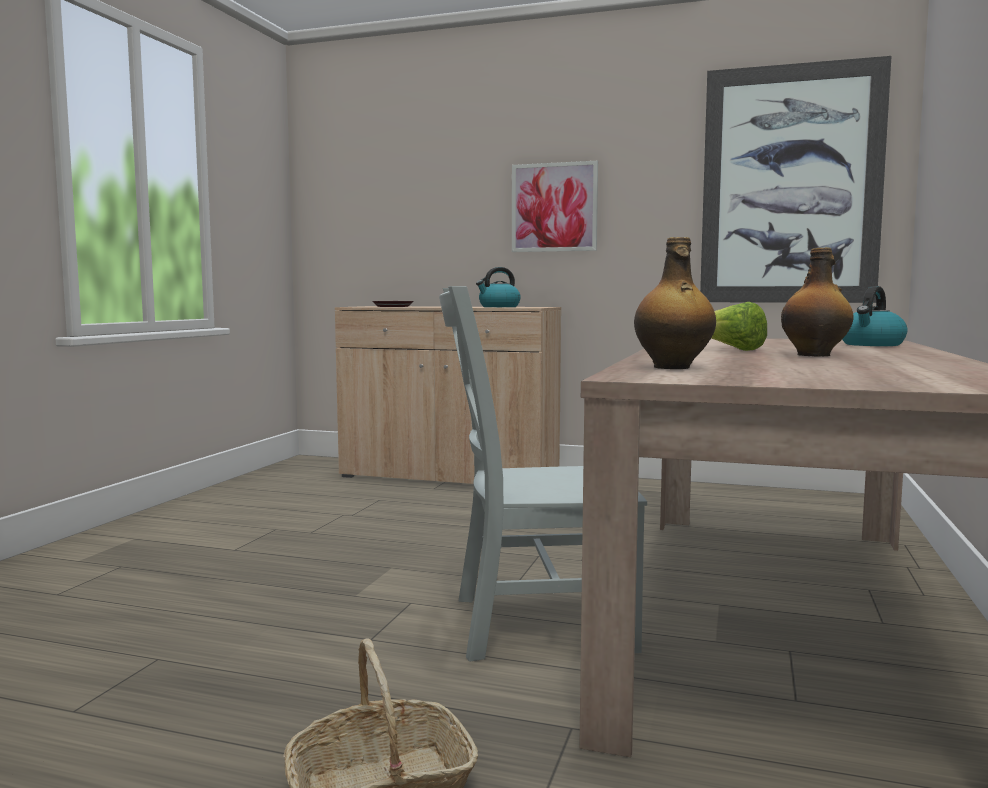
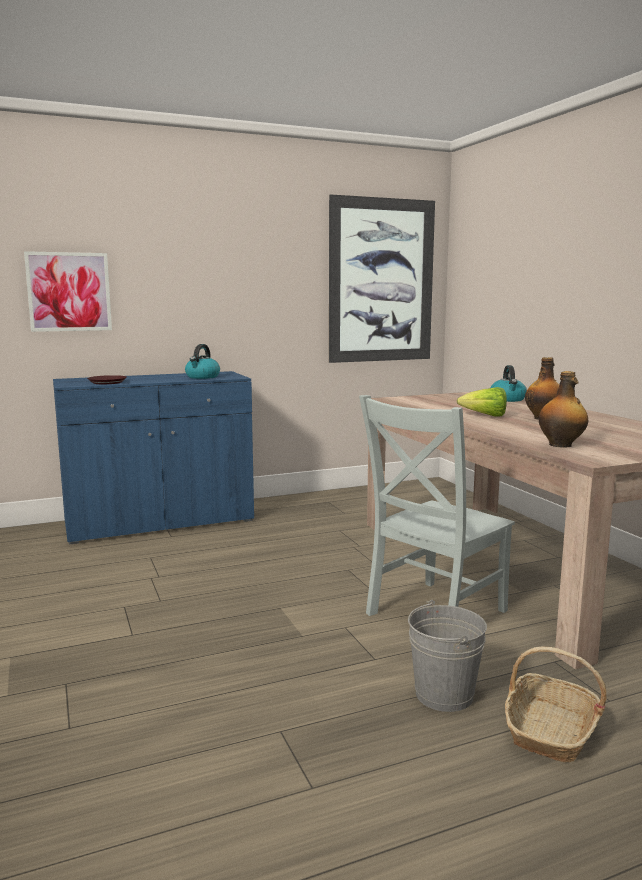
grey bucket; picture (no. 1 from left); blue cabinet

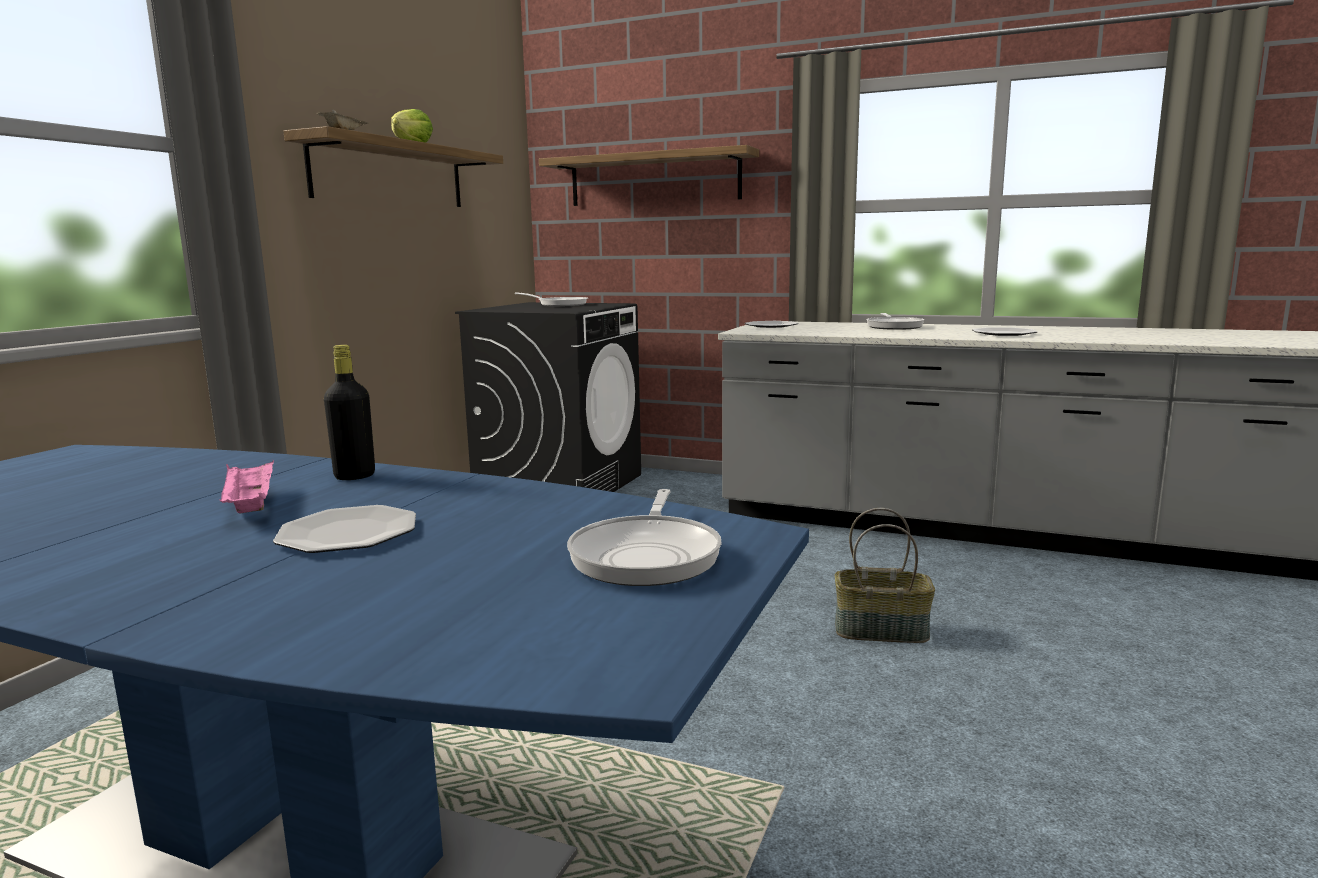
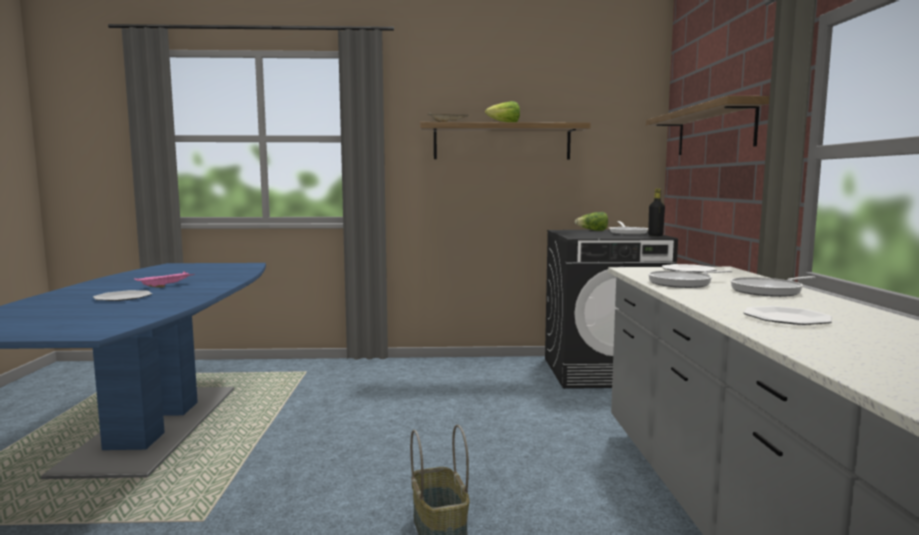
lettuce (no. 2 from left); black bottle; frying pan (no. 2 from left)

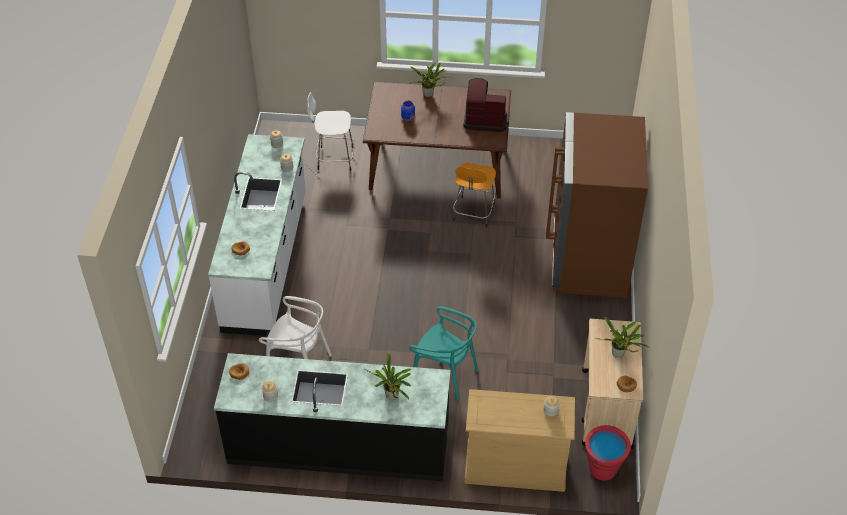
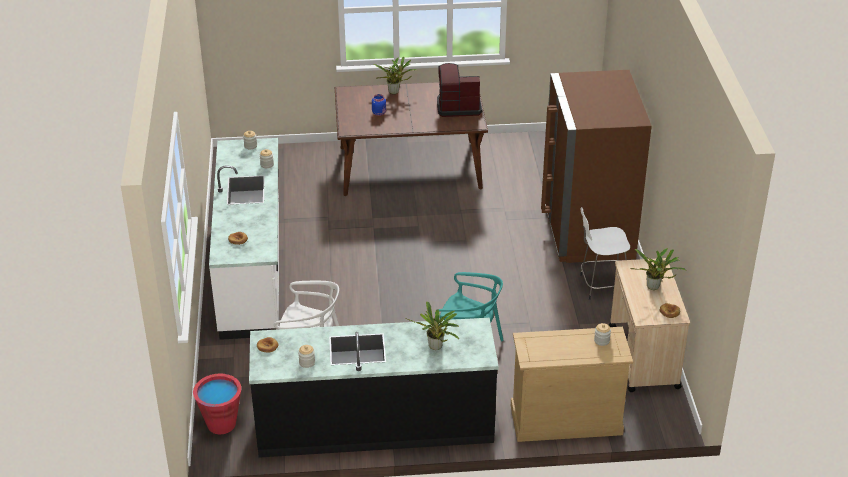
orange stool; white stool; red bucket

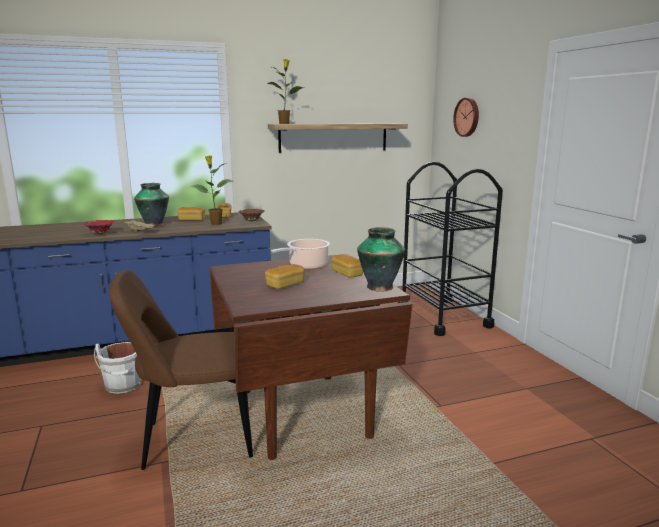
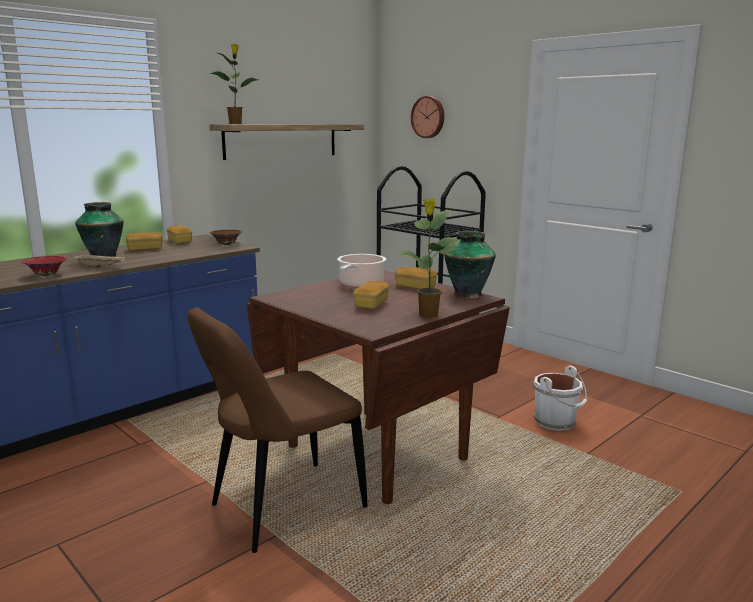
white bucket; potted plant (no. 2 from left)

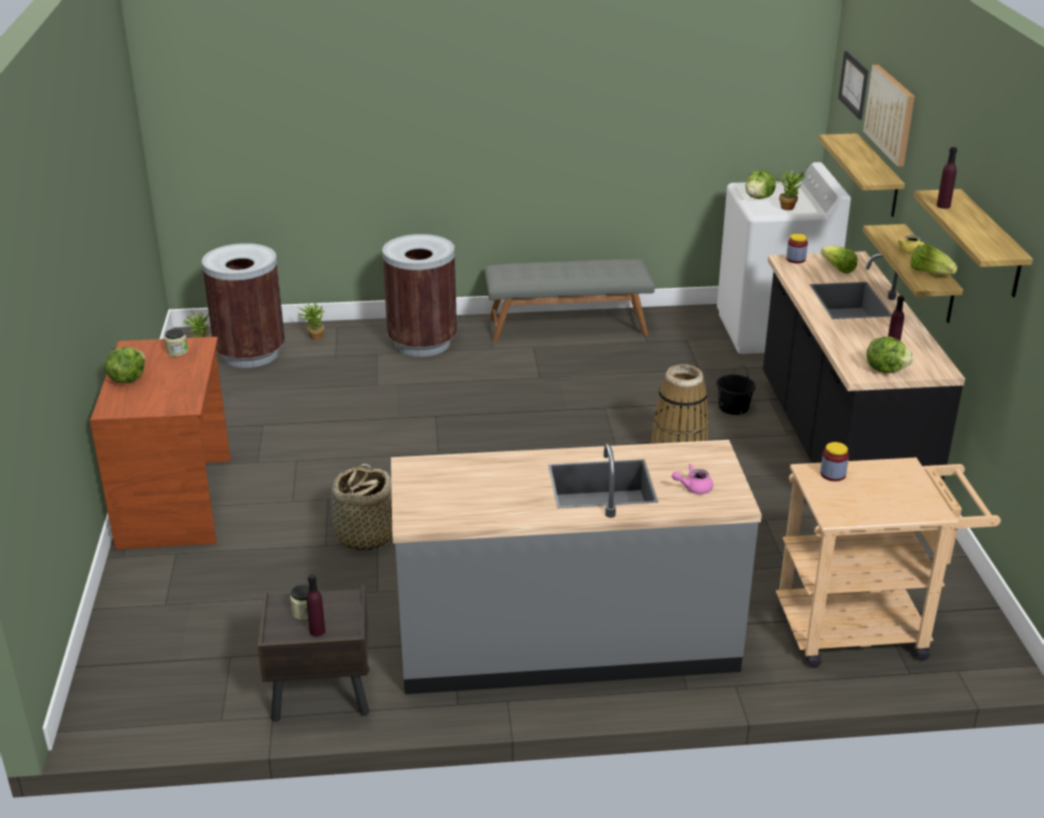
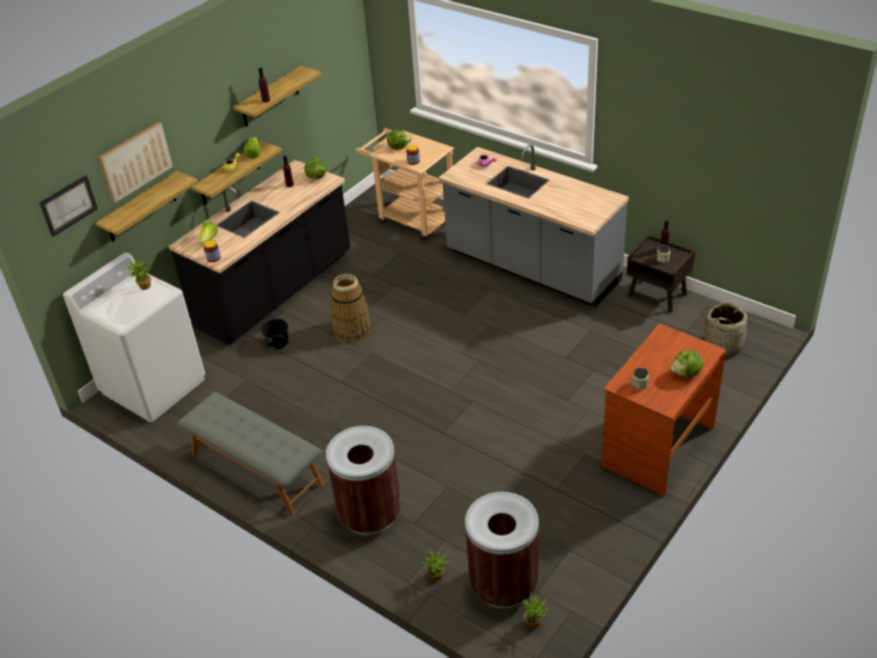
basket (no. 2 from left); lettuce (no. 4 from left)

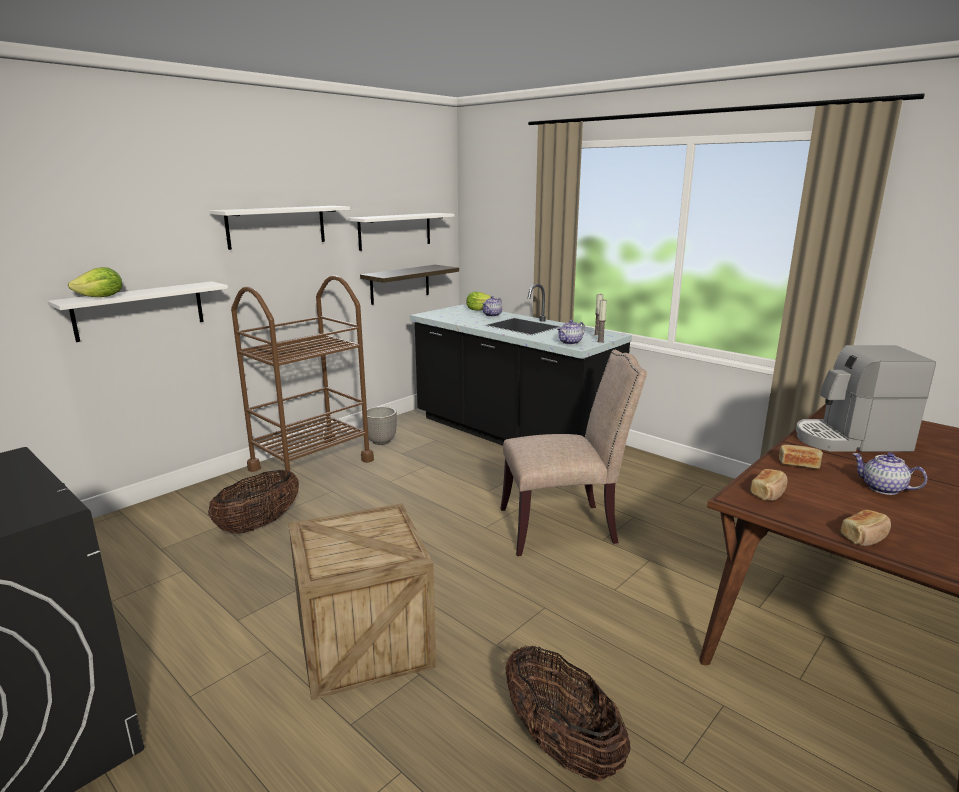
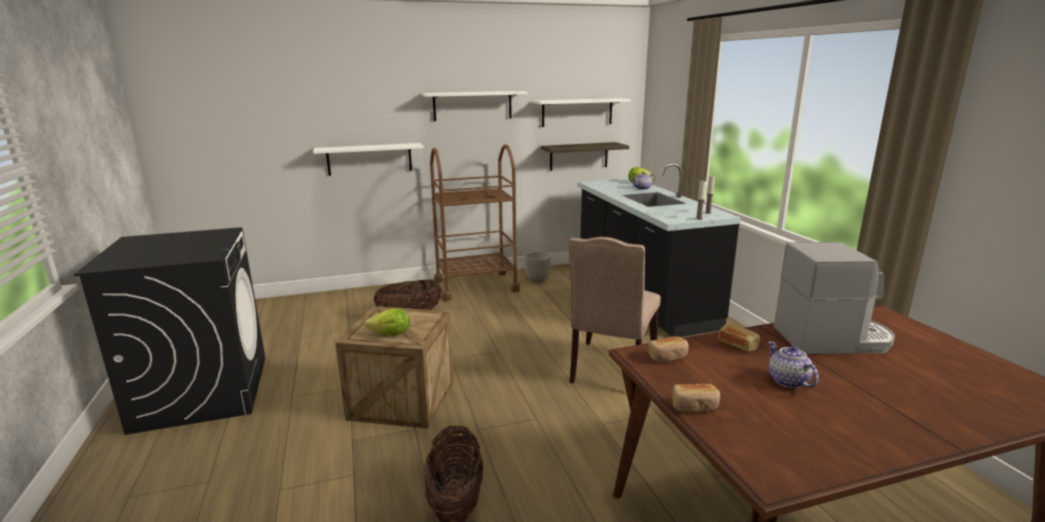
teapot (no. 2 from left in the first image); lettuce (no. 1 from left); beige chair; coffee machine

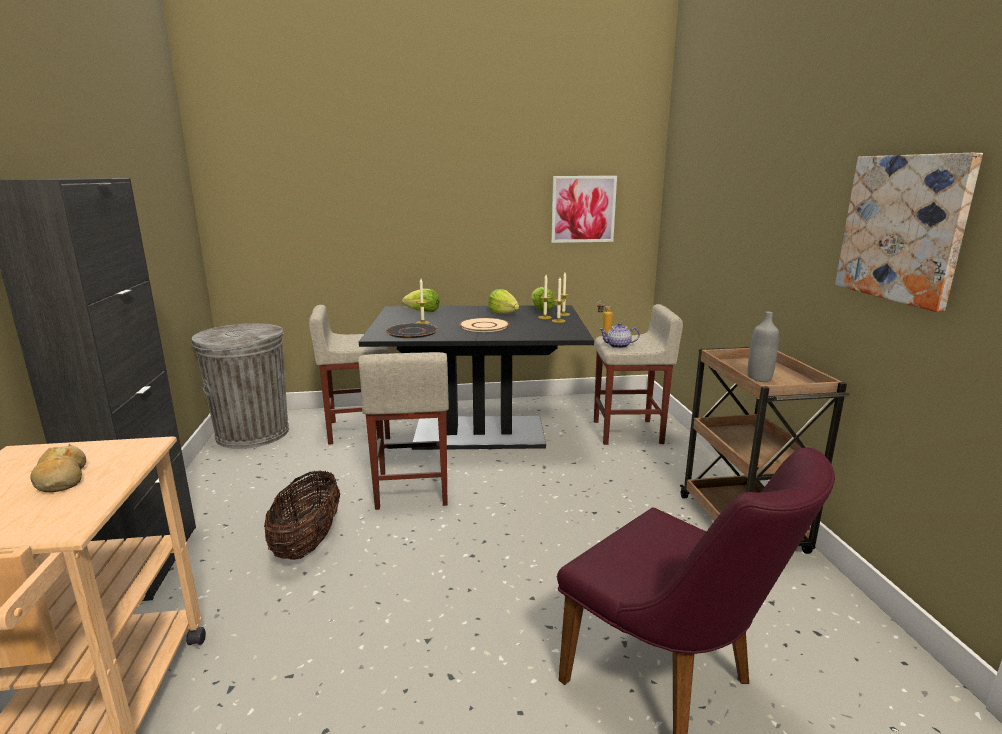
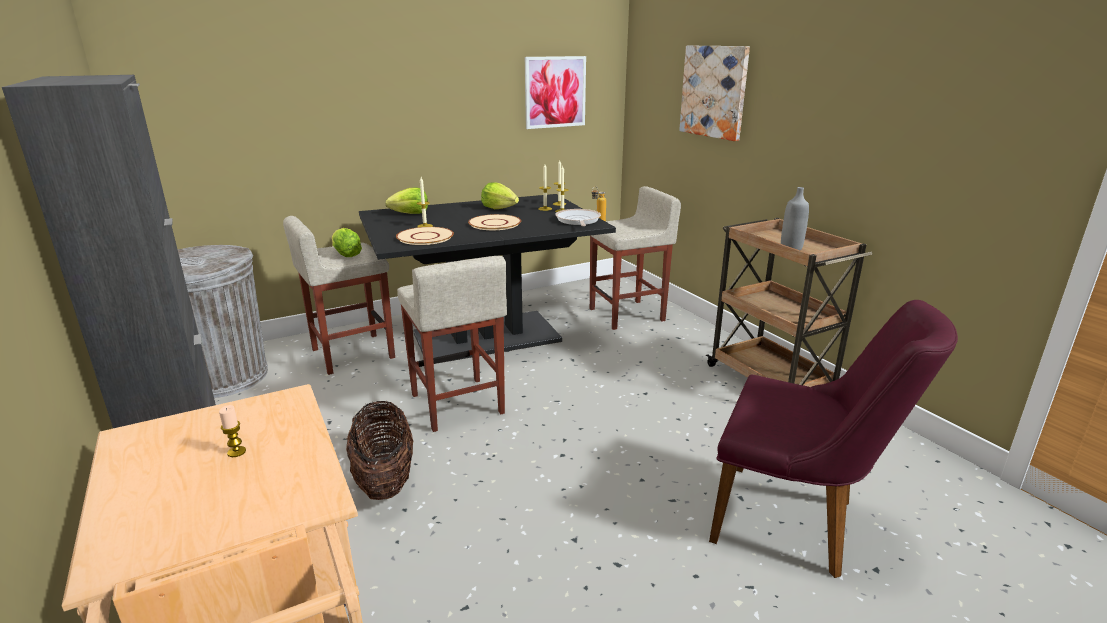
teapot; frying pan; lettuce (no. 1 from left); picture (no. 2 from left); candle (no. 1 from left); beige plate (no. 1 from left)

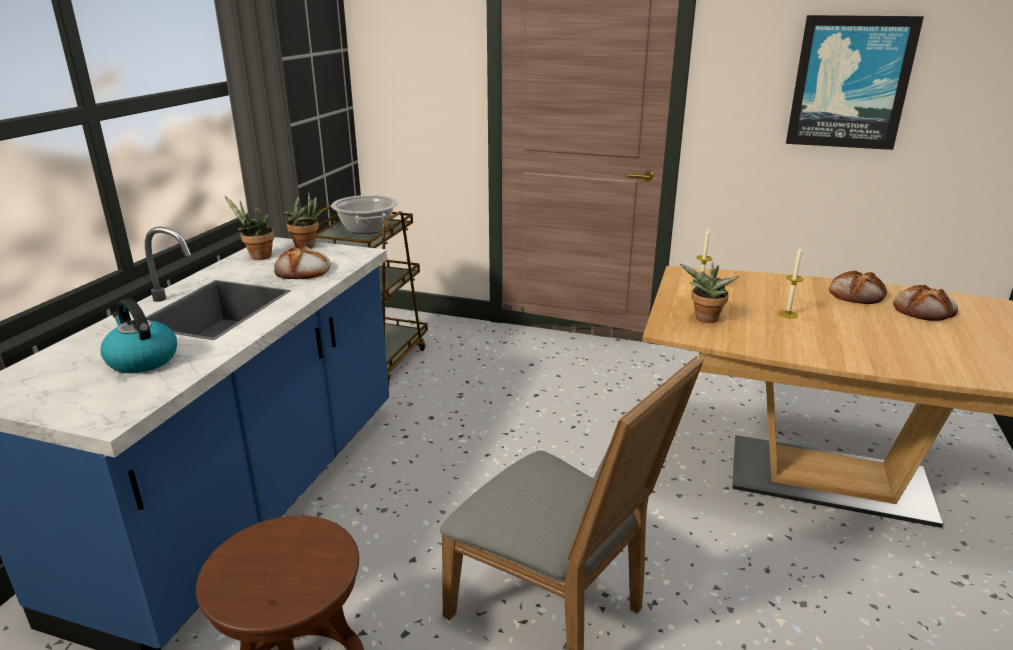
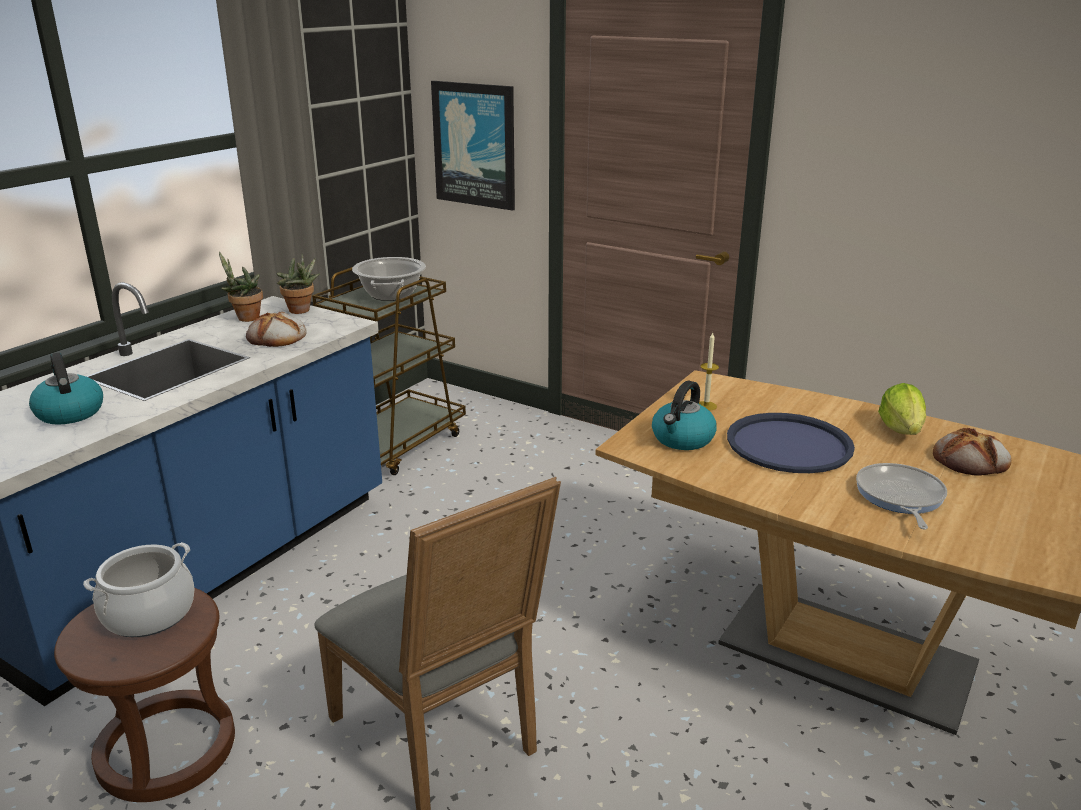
cooking pot (no. 1 from left); frying pan; picture; kettle (no. 2 from left); blue tray; lettuce

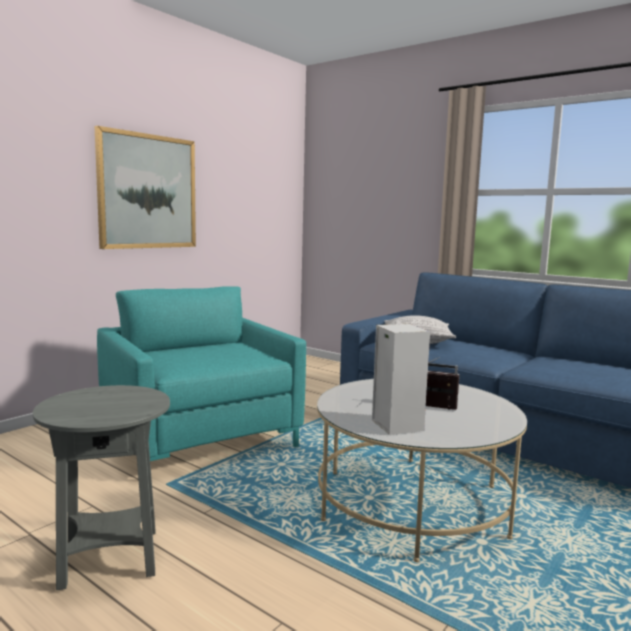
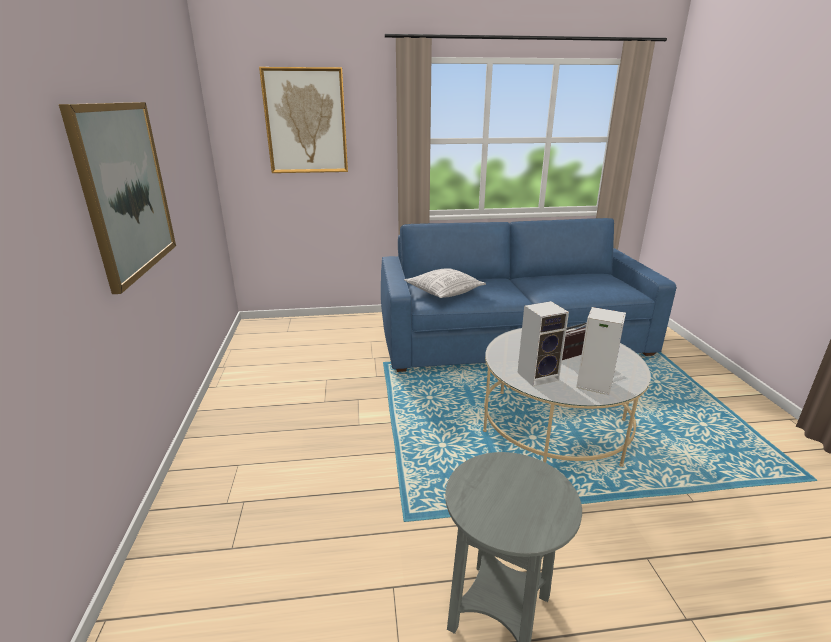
turquoise armchair; picture (no. 2 from left); speaker (no. 1 from left)

